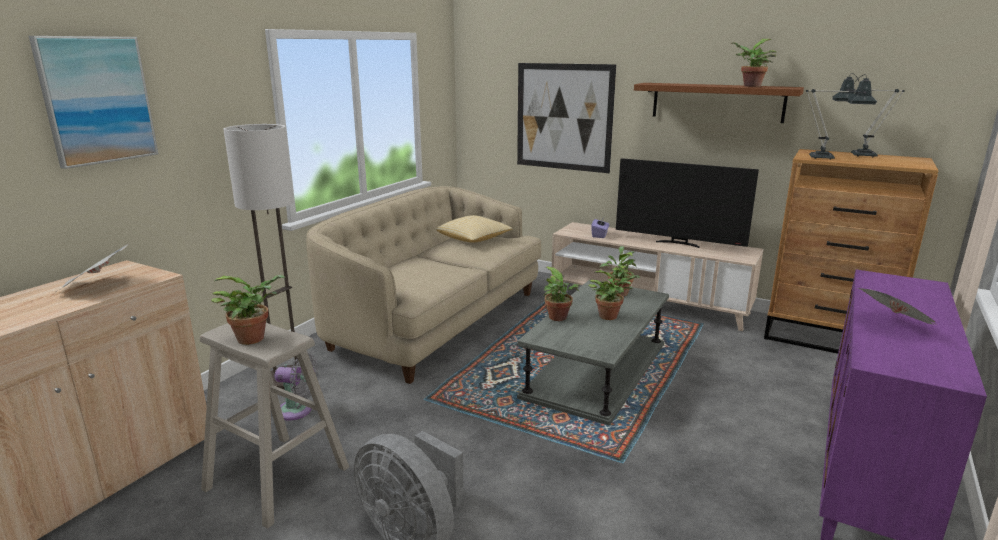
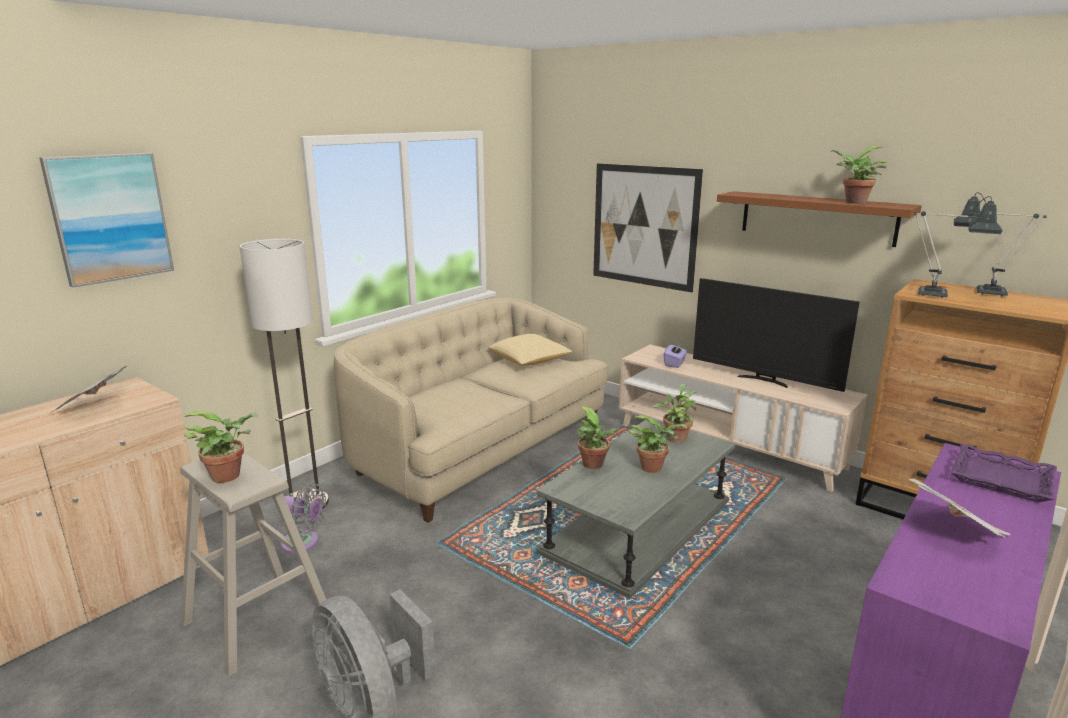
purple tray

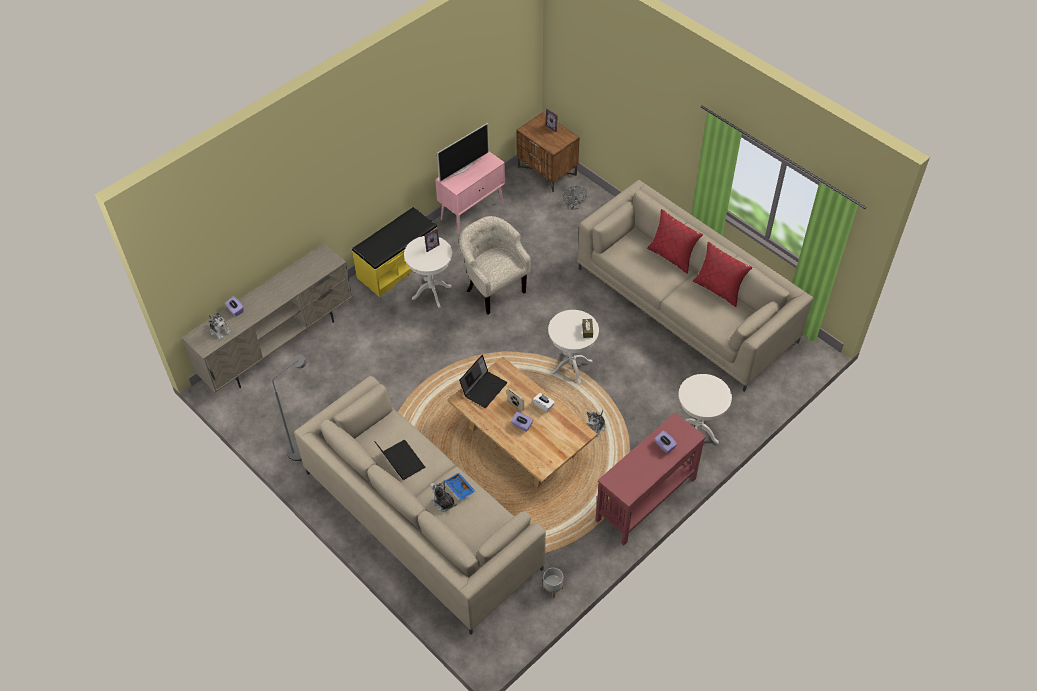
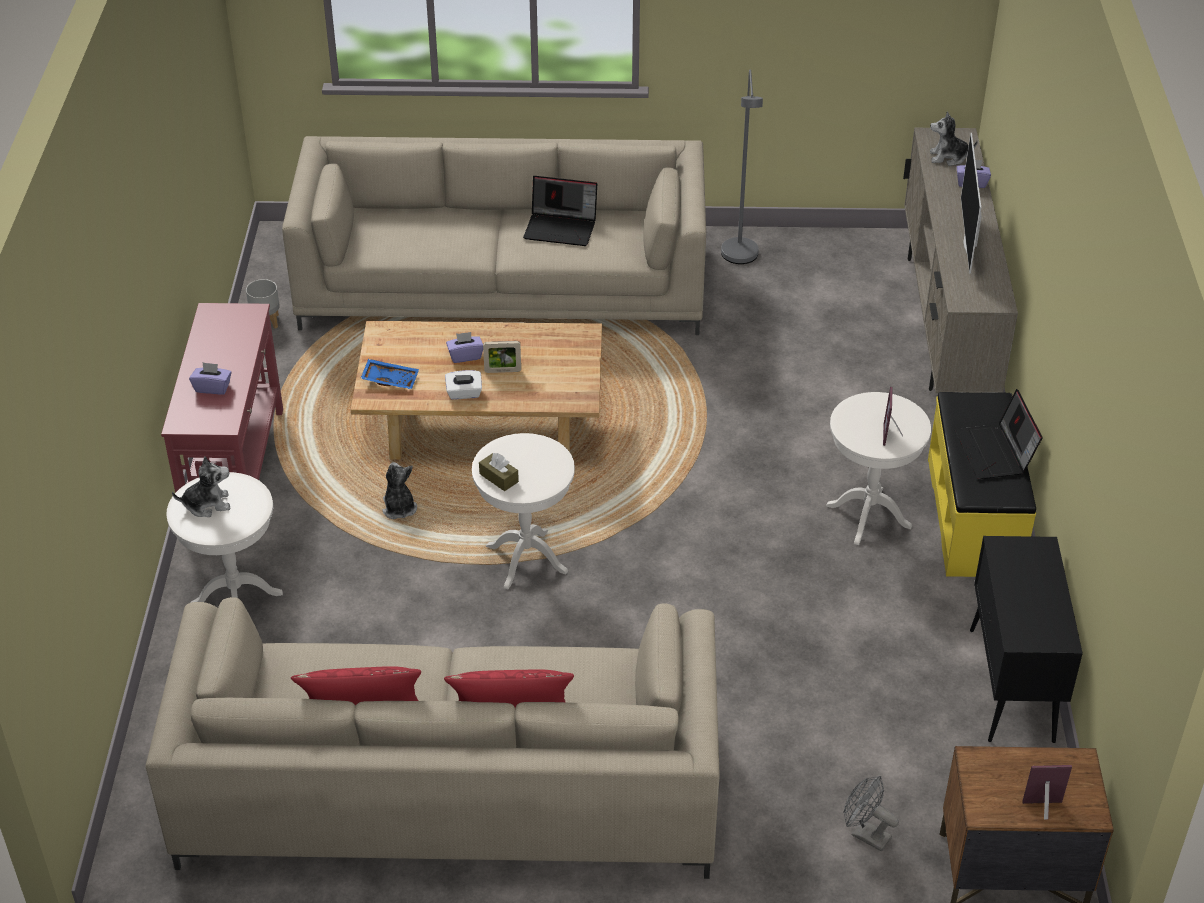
beige armchair; plush toy (no. 1 from left); television; blue tray; laptop (no. 2 from left); black cabinet

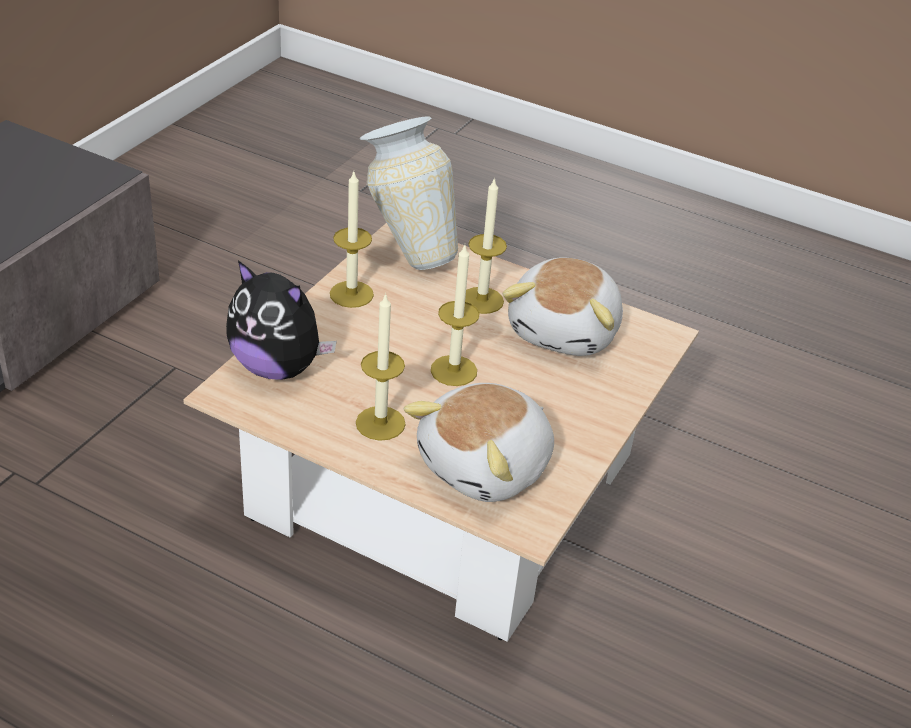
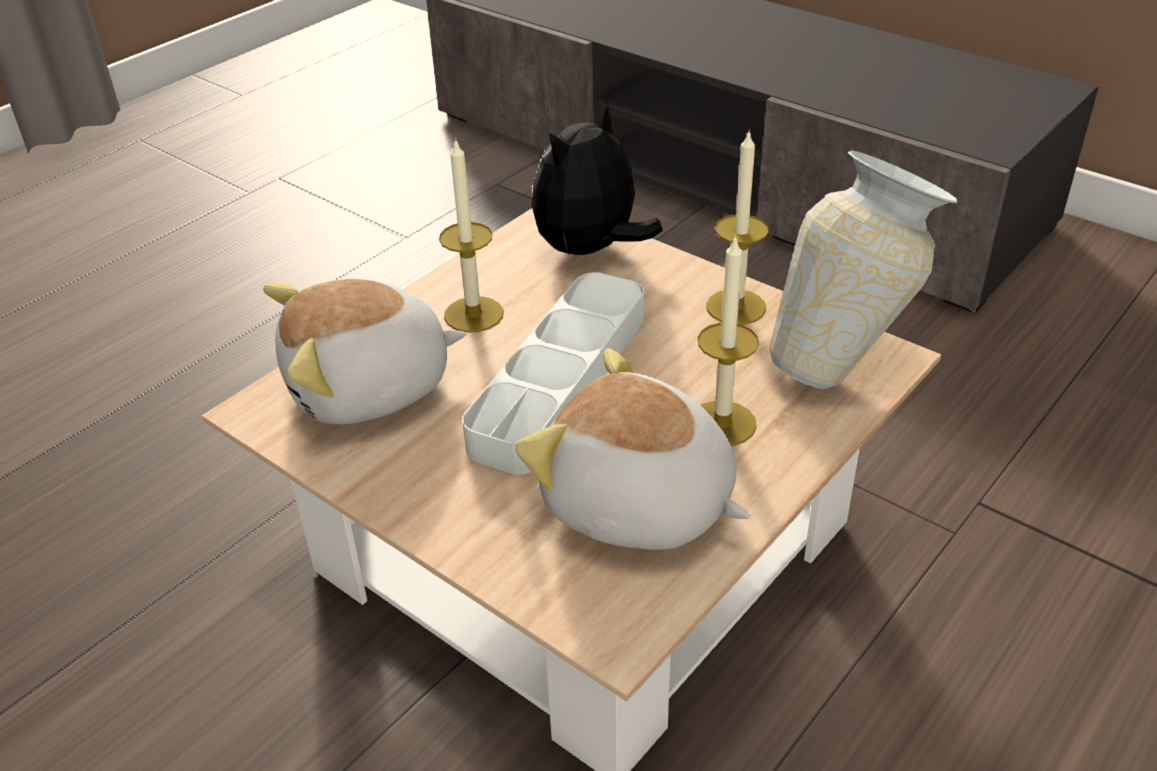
white tray; plush toy (no. 1 from left)

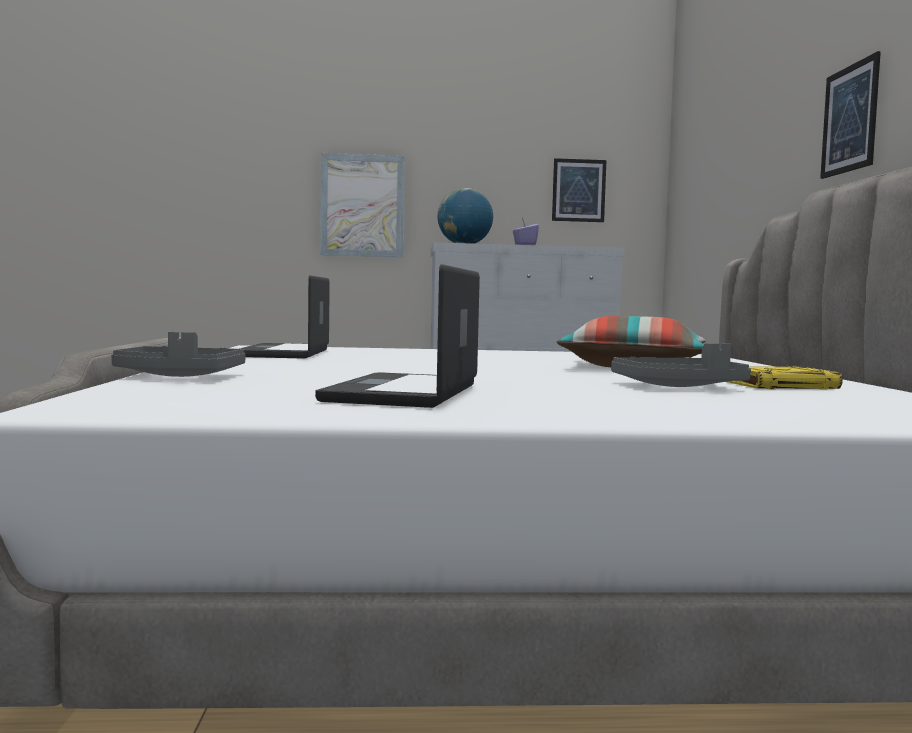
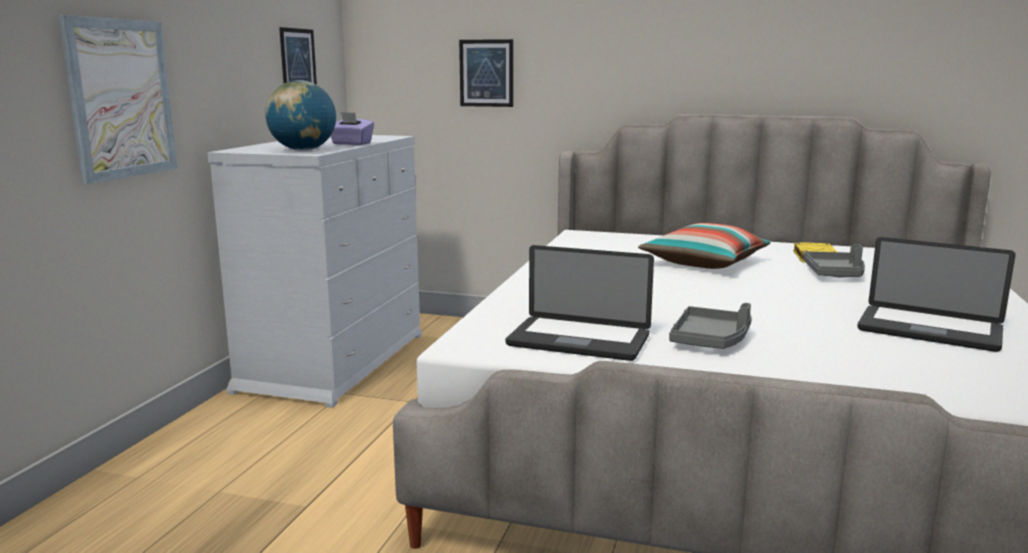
grey tray (no. 1 from left); picture (no. 3 from left)

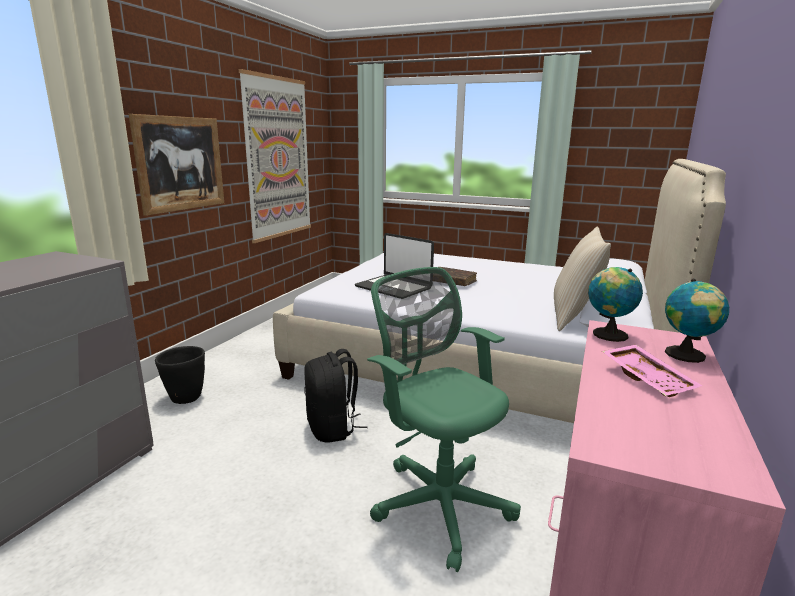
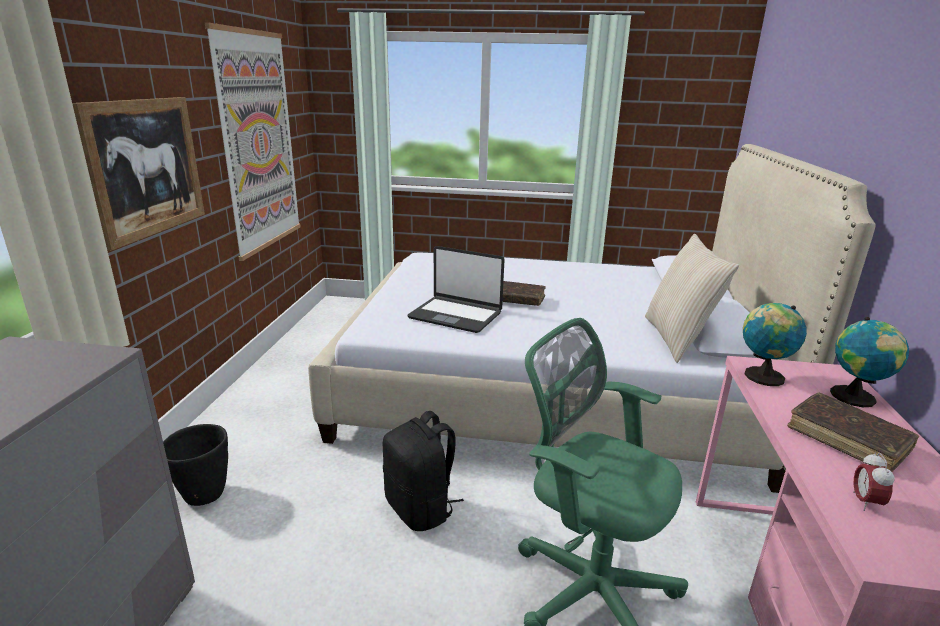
alarm clock; brown book (no. 2 from left)

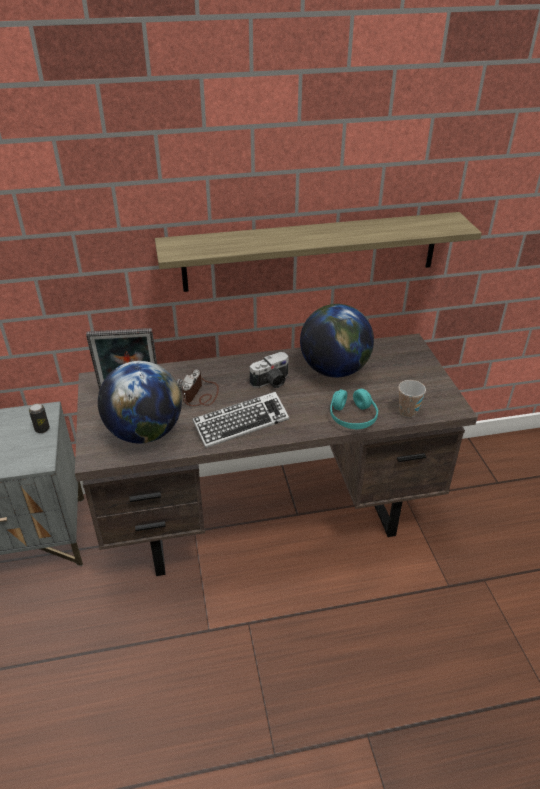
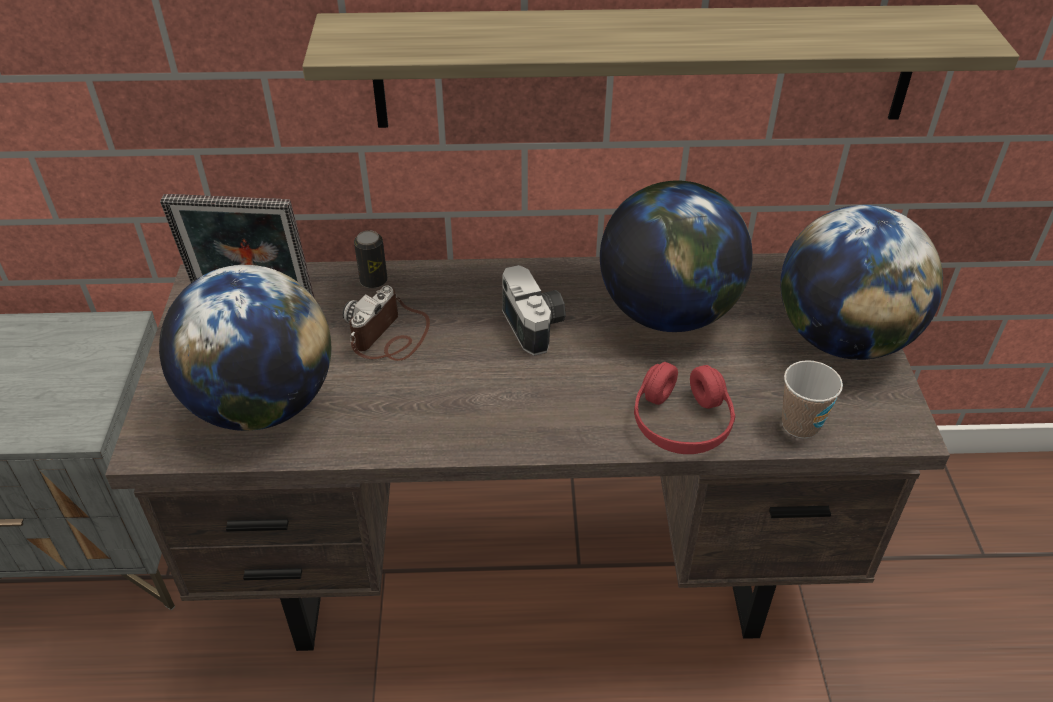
keyboard; globe (no. 3 from left); can; red headphones; photo camera (no. 2 from left)

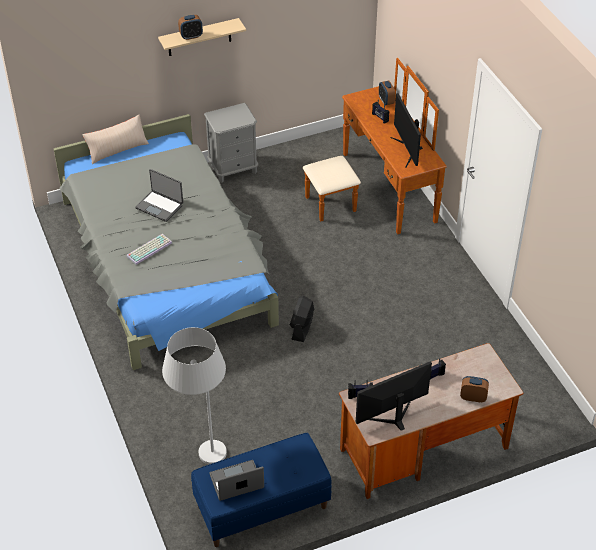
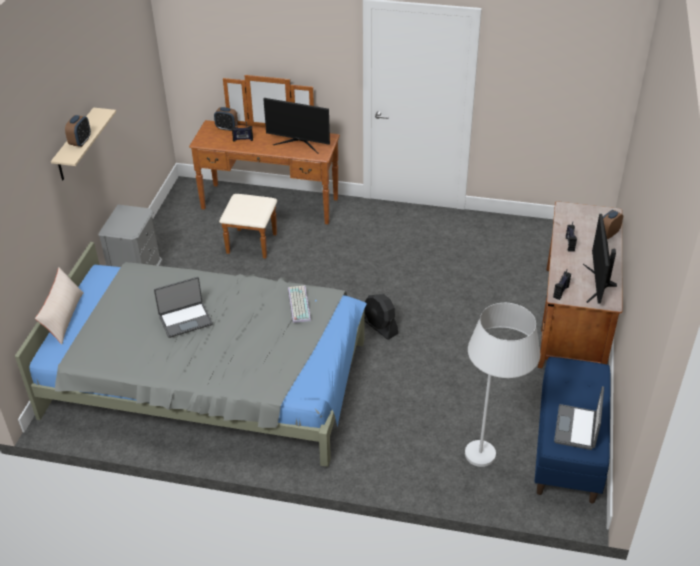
keyboard

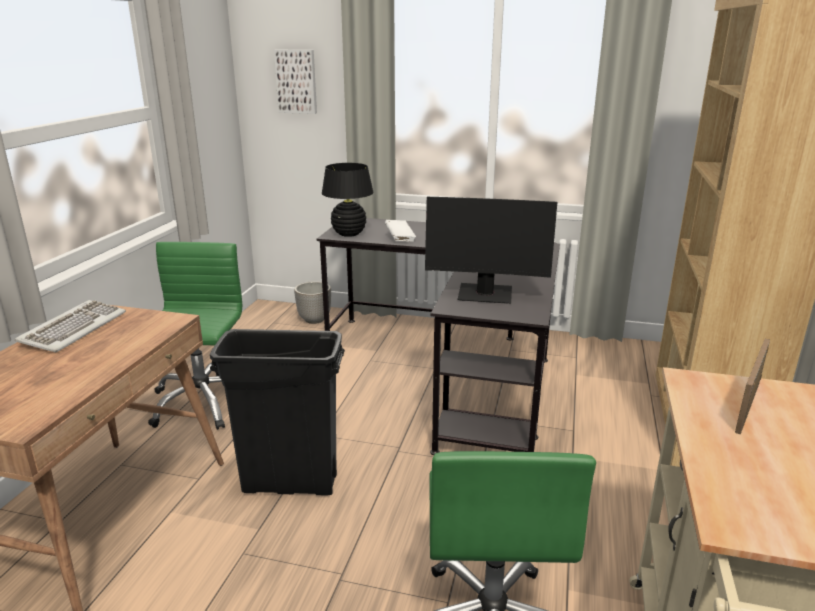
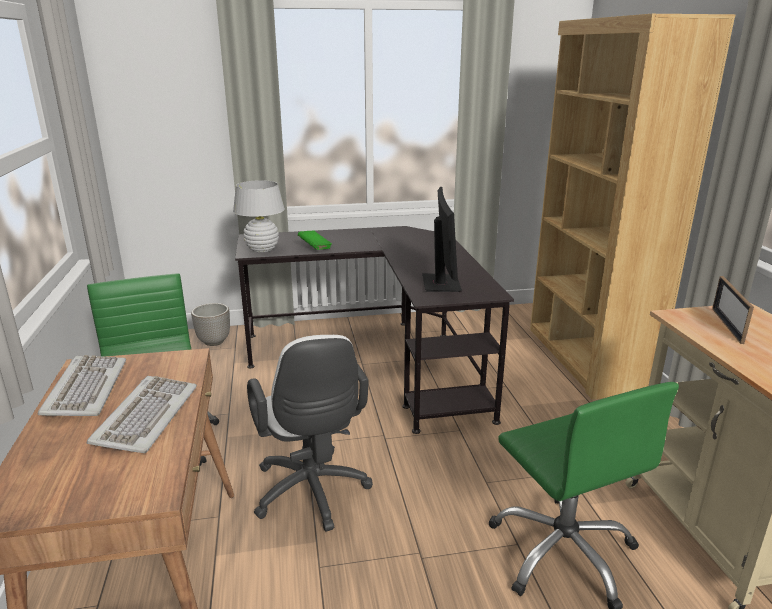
picture; keyboard (no. 2 from left); white office chair; white table lamp; green book; monitor

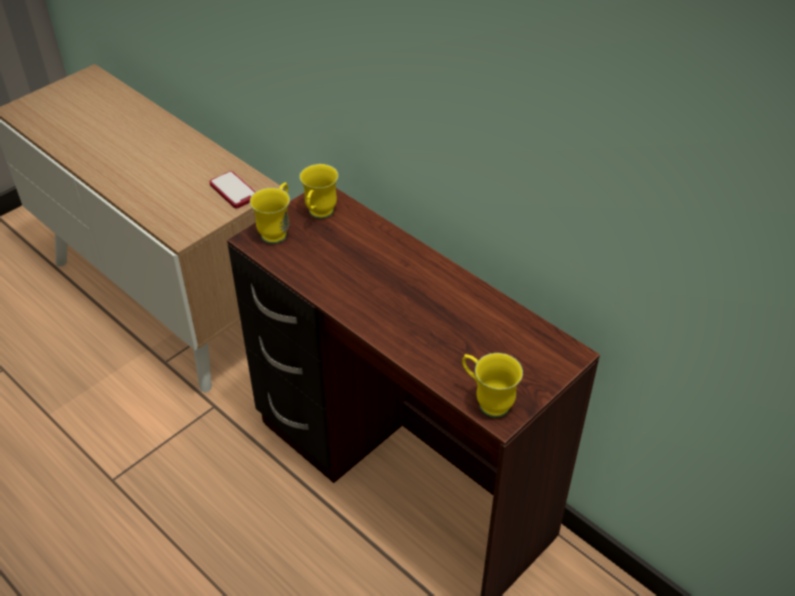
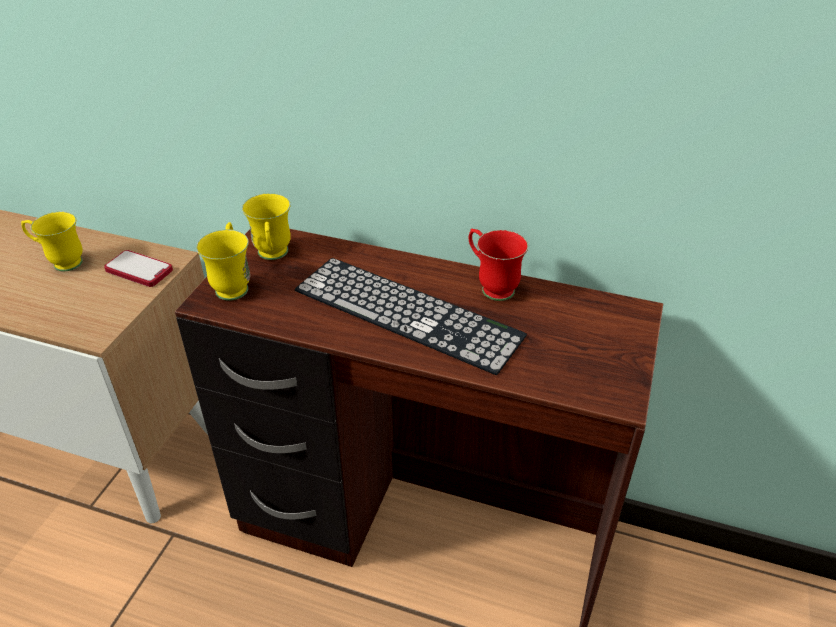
keyboard; red mug; yellow mug (no. 1 from left)

